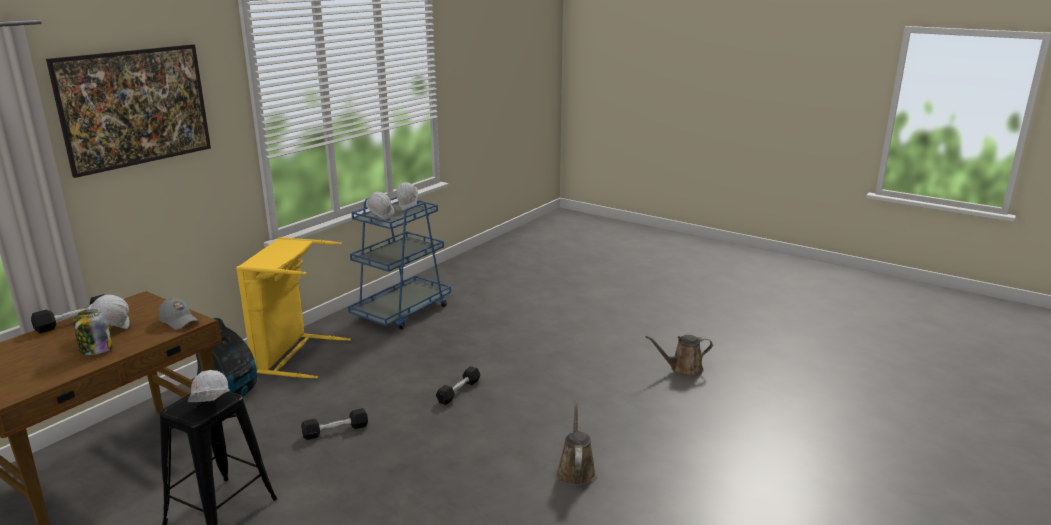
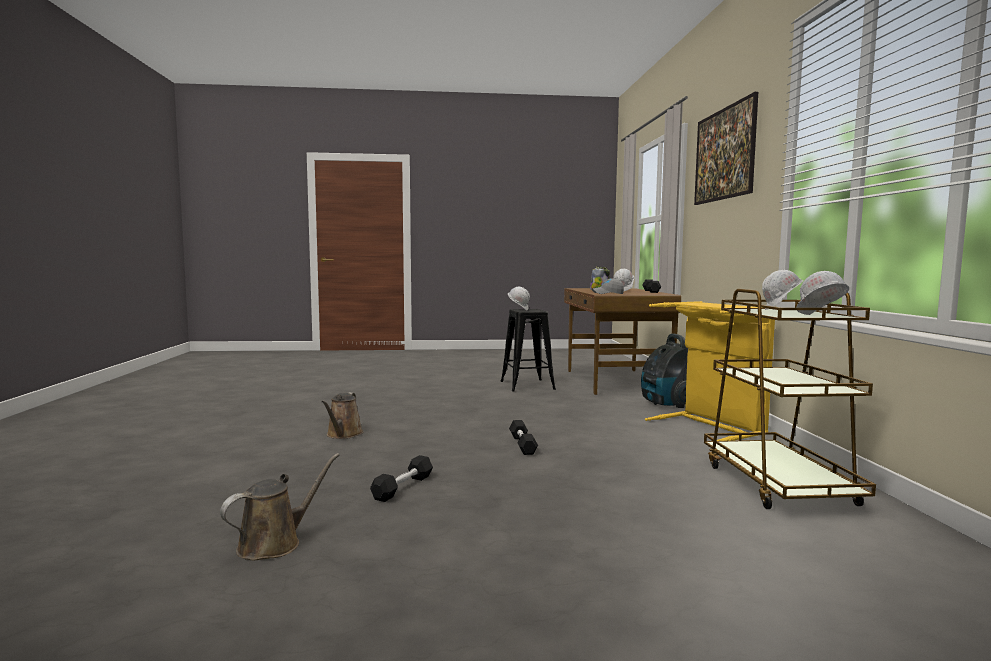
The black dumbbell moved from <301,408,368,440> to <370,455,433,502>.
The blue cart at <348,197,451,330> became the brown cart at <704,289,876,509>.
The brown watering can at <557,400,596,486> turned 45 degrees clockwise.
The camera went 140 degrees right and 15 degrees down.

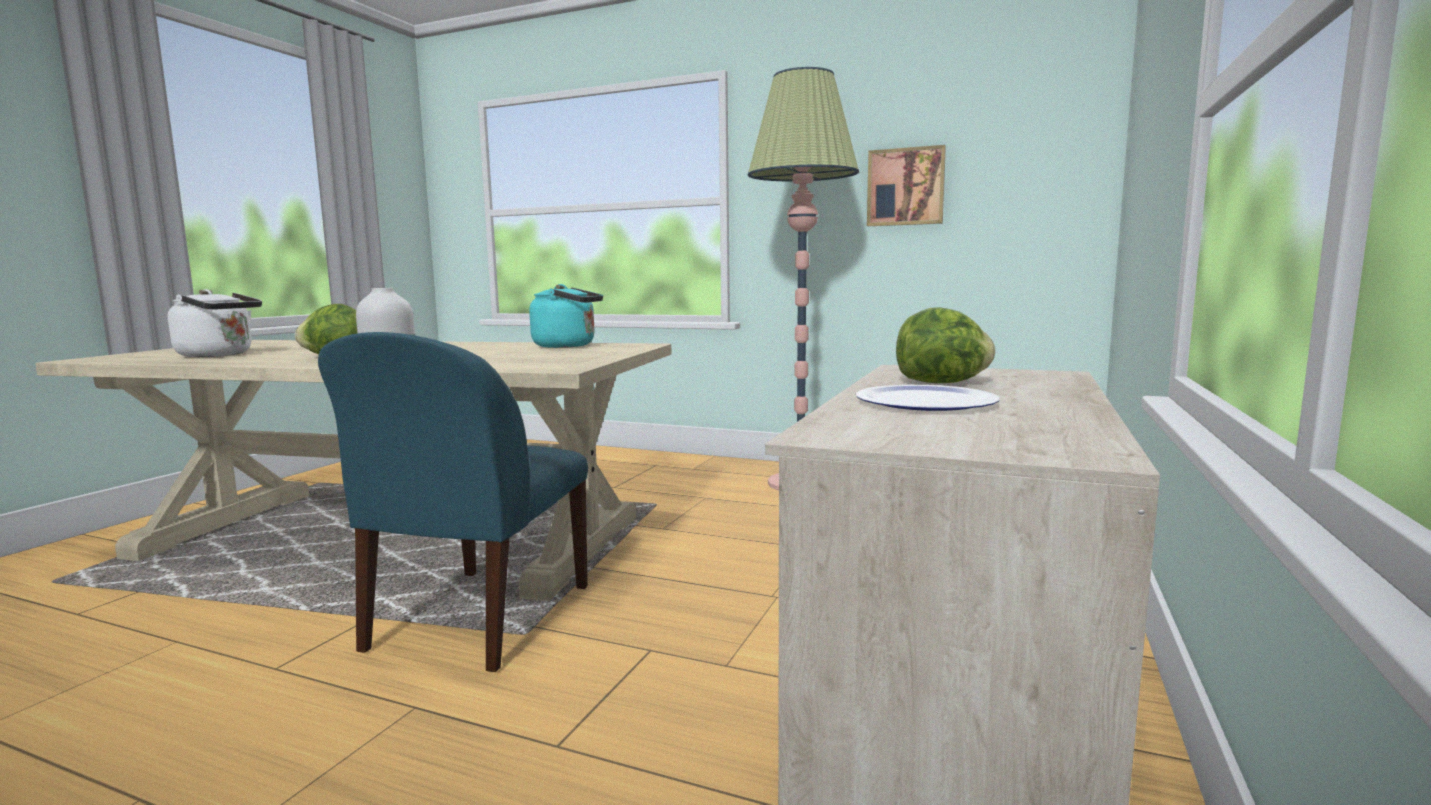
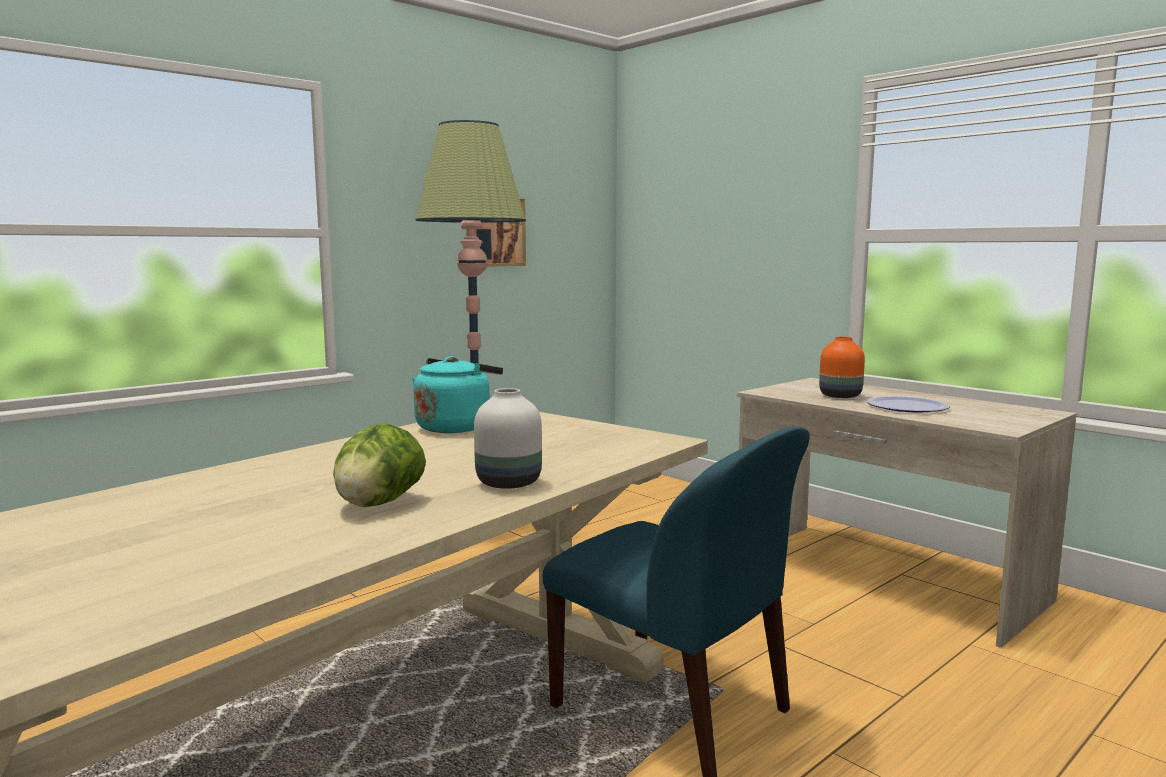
The white kettle at <168,289,262,357> disappeared.
The lettuce at <896,307,995,383> was replaced by the orange vase at <819,336,865,398>.
The camera went 65 degrees left and 0 degrees up.

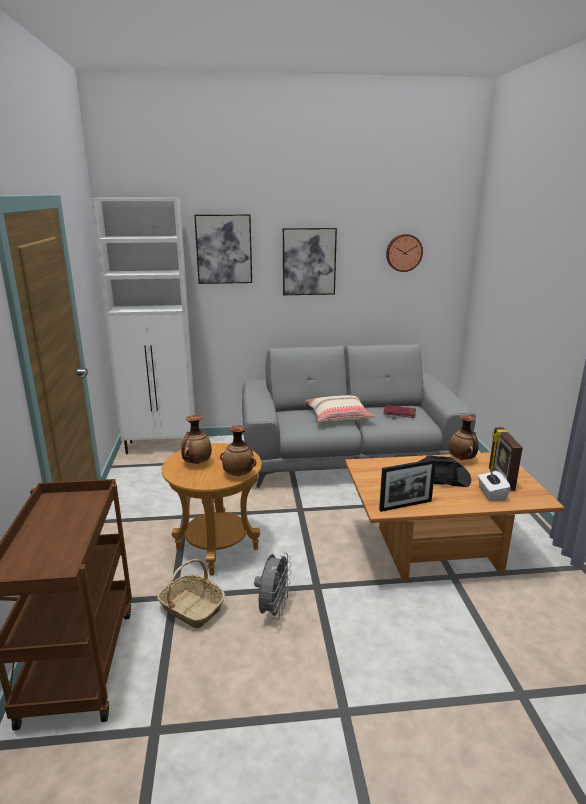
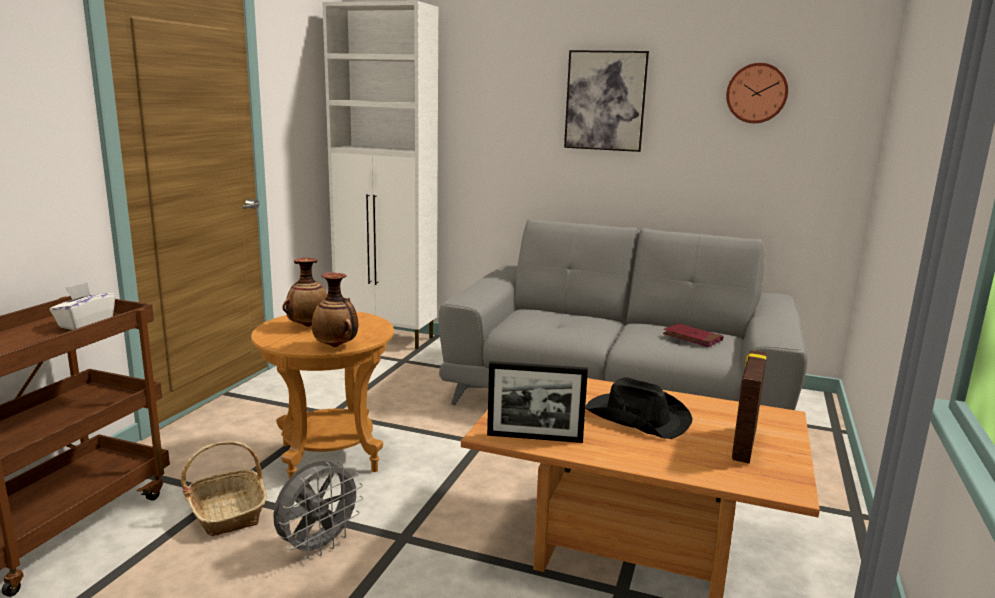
The picture at <194,214,252,284> disappeared.
The beige pillow at <305,395,375,424> disappeared.
The vase at <449,415,478,460> disappeared.
The white tissue box moved from <478,468,511,501> to <49,282,115,330>.
The camera went 25 degrees right and 5 degrees down.

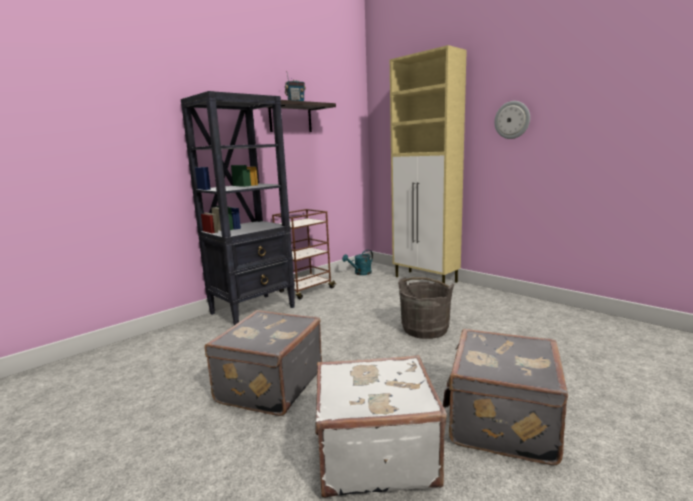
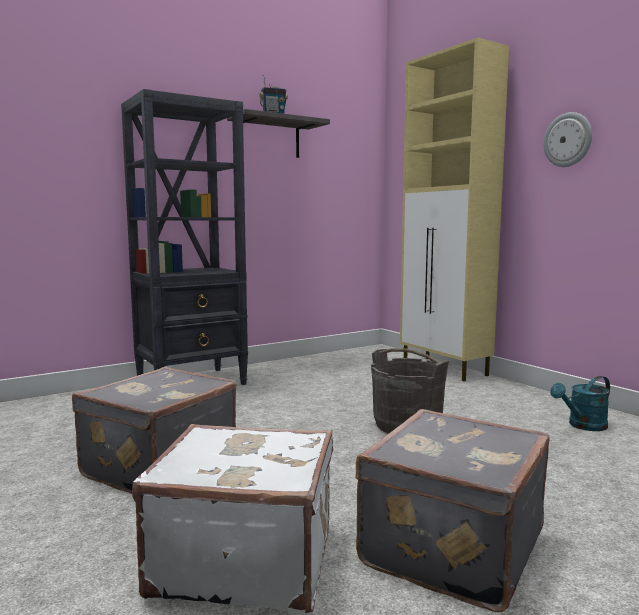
The brown cart at <272,209,336,299> disappeared.
The turquoise watering can moved from <342,250,373,275> to <550,376,610,431>.
The camera went 10 degrees right and 5 degrees down.

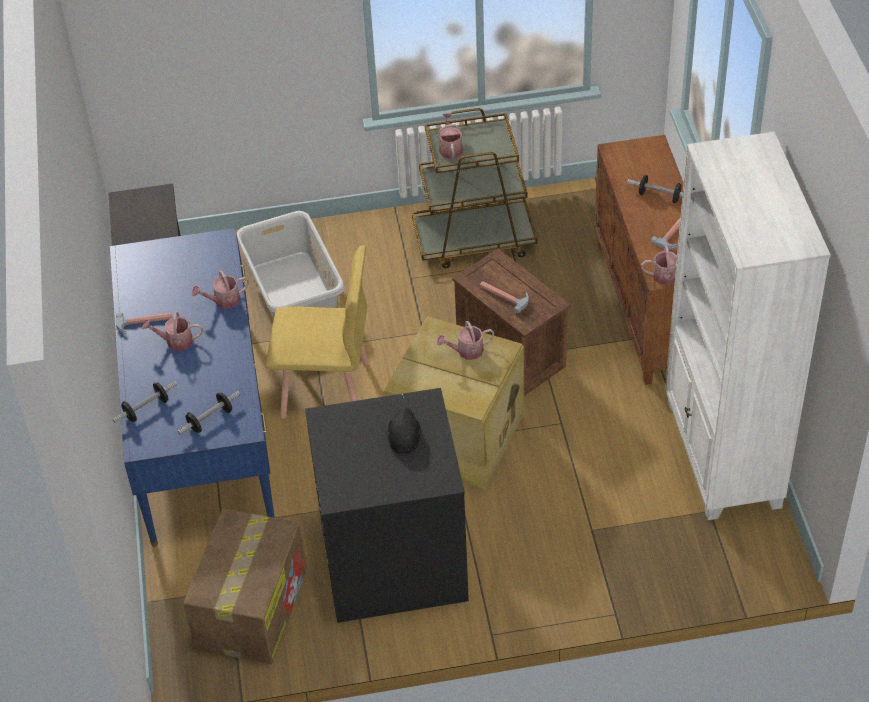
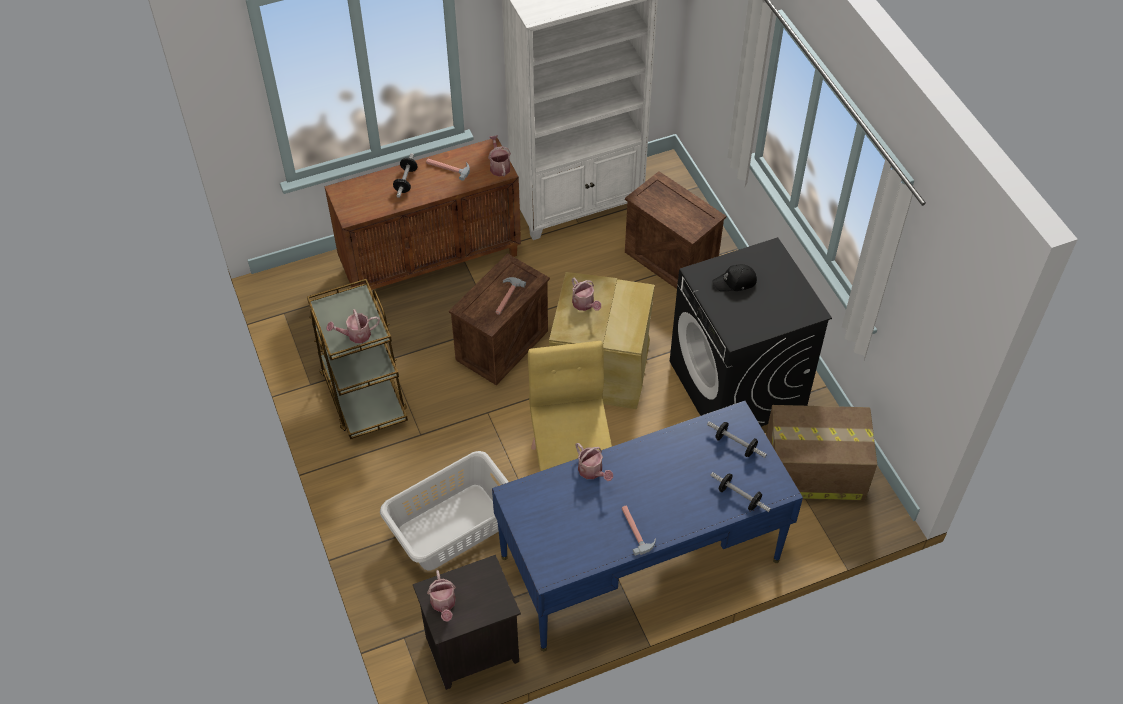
The watering can moved from <142,311,203,351> to <427,570,456,622>.
The crate at <625,171,726,289> appeared.
The camera went 105 degrees left and 5 degrees up.

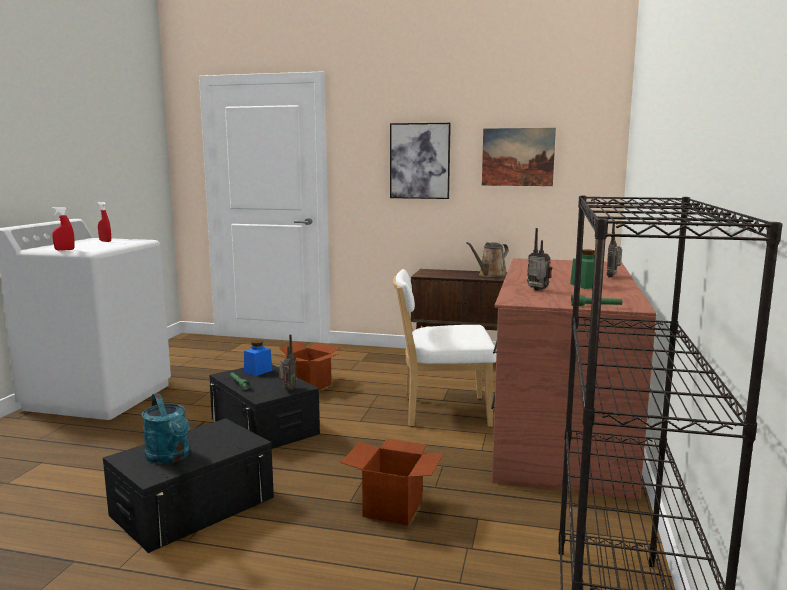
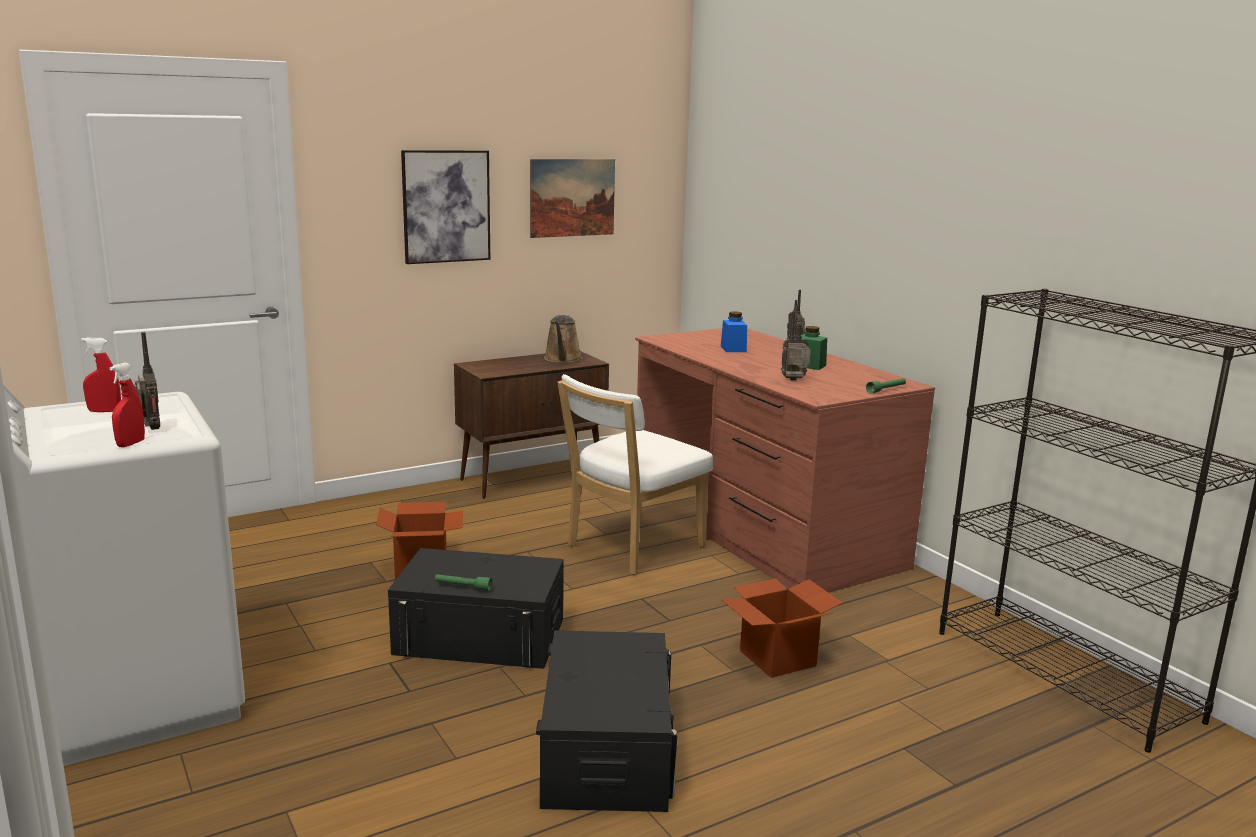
The turquoise watering can at <141,393,189,464> disappeared.
The blue jar moved from <244,340,272,376> to <721,311,747,352>.
The radio moved from <279,334,297,390> to <134,332,160,430>.
The camera went 45 degrees left and 5 degrees up.

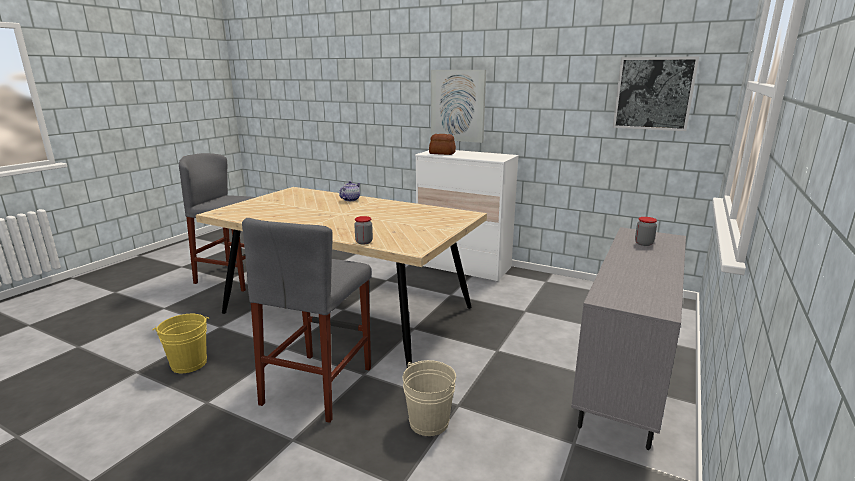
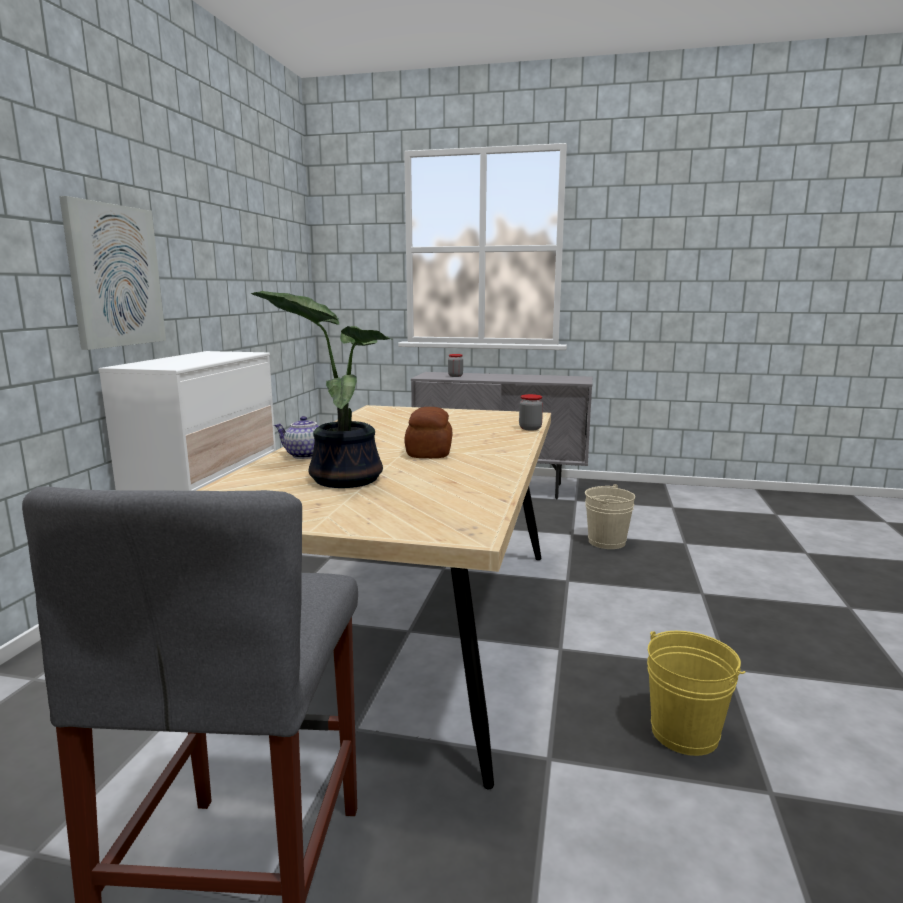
The grey stool at <242,218,371,423> disappeared.
The bread moved from <429,134,456,155> to <404,407,452,458>.
The picture at <613,56,699,131> disappeared.
The potted plant at <251,291,391,488> appeared.
The camera went 105 degrees left and 5 degrees down.

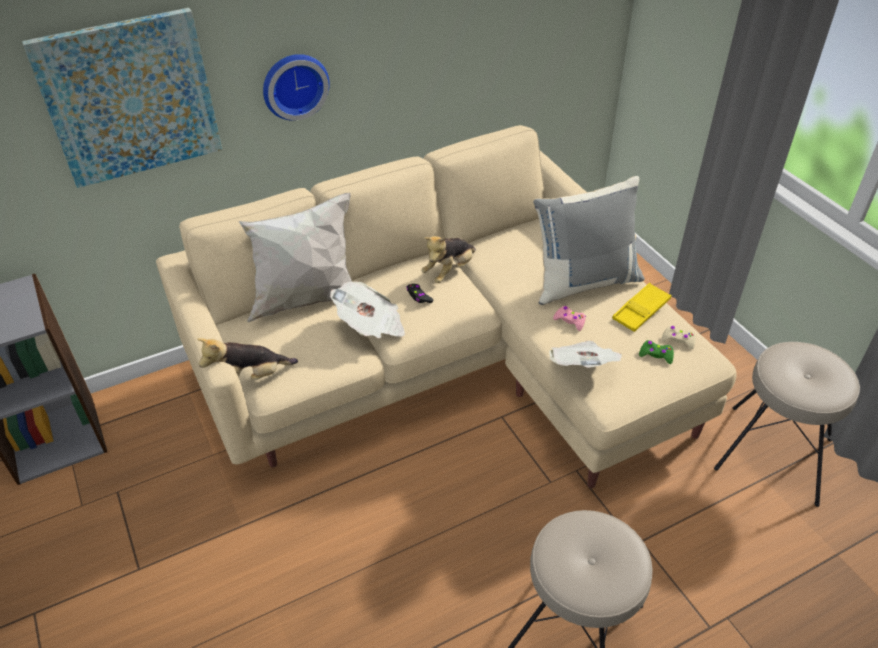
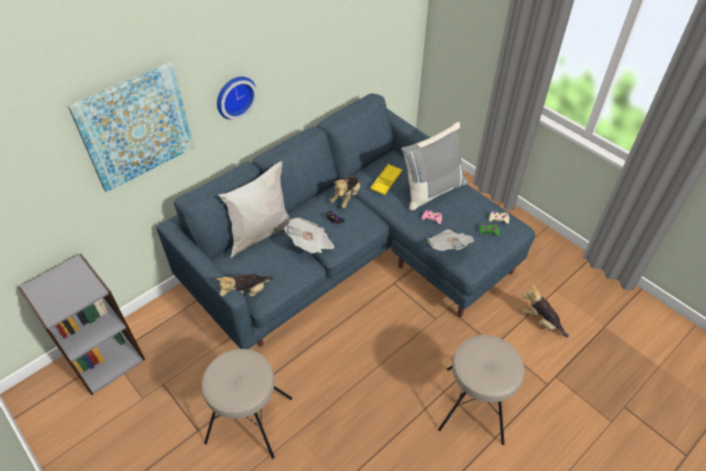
The beige sofa at <156,125,737,488> became the blue sofa at <156,93,535,349>.
The yellow tray moved from <612,283,672,332> to <370,164,402,195>.
The beige stool moved from <714,342,860,507> to <202,349,292,459>.
The plush toy at <522,284,569,337> appeared.
The camera went 15 degrees left and 5 degrees up.

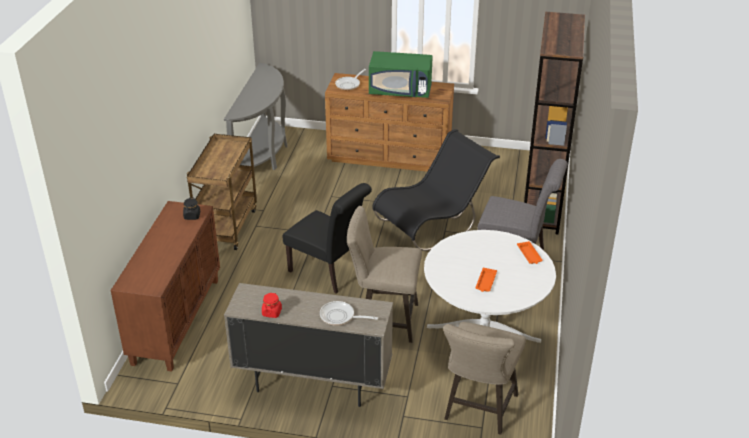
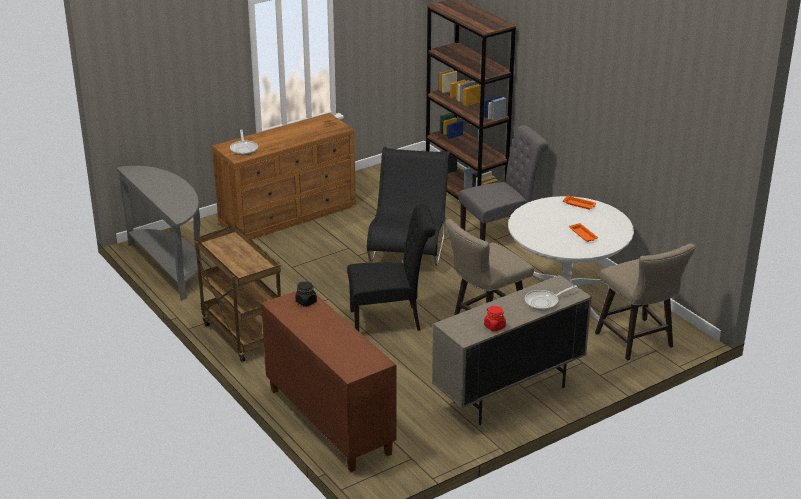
The green microwave at <369,51,433,98> disappeared.
The camera went 45 degrees left and 5 degrees down.

